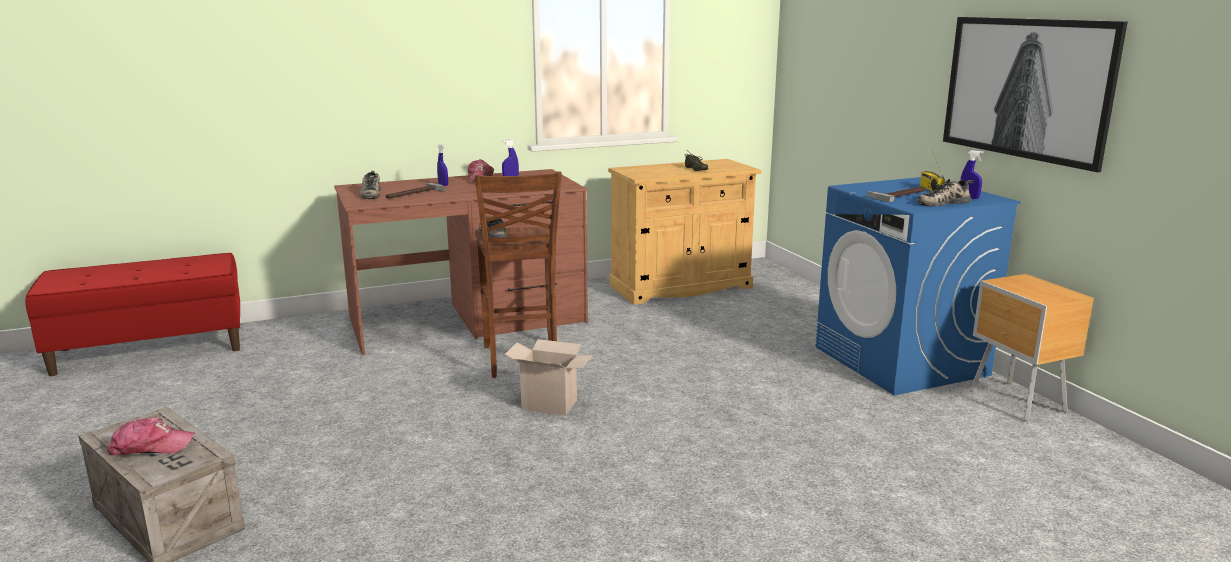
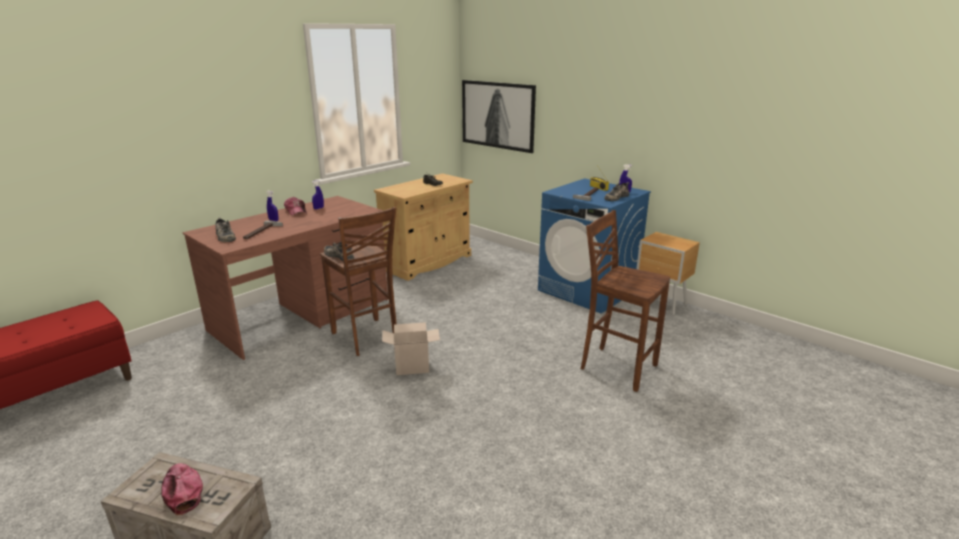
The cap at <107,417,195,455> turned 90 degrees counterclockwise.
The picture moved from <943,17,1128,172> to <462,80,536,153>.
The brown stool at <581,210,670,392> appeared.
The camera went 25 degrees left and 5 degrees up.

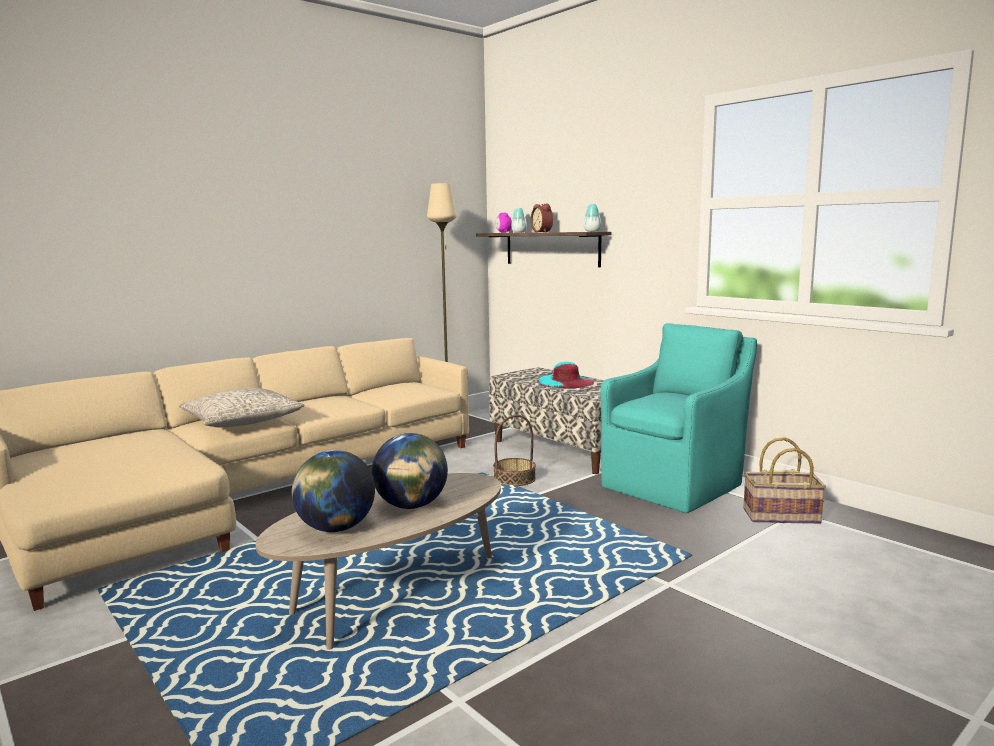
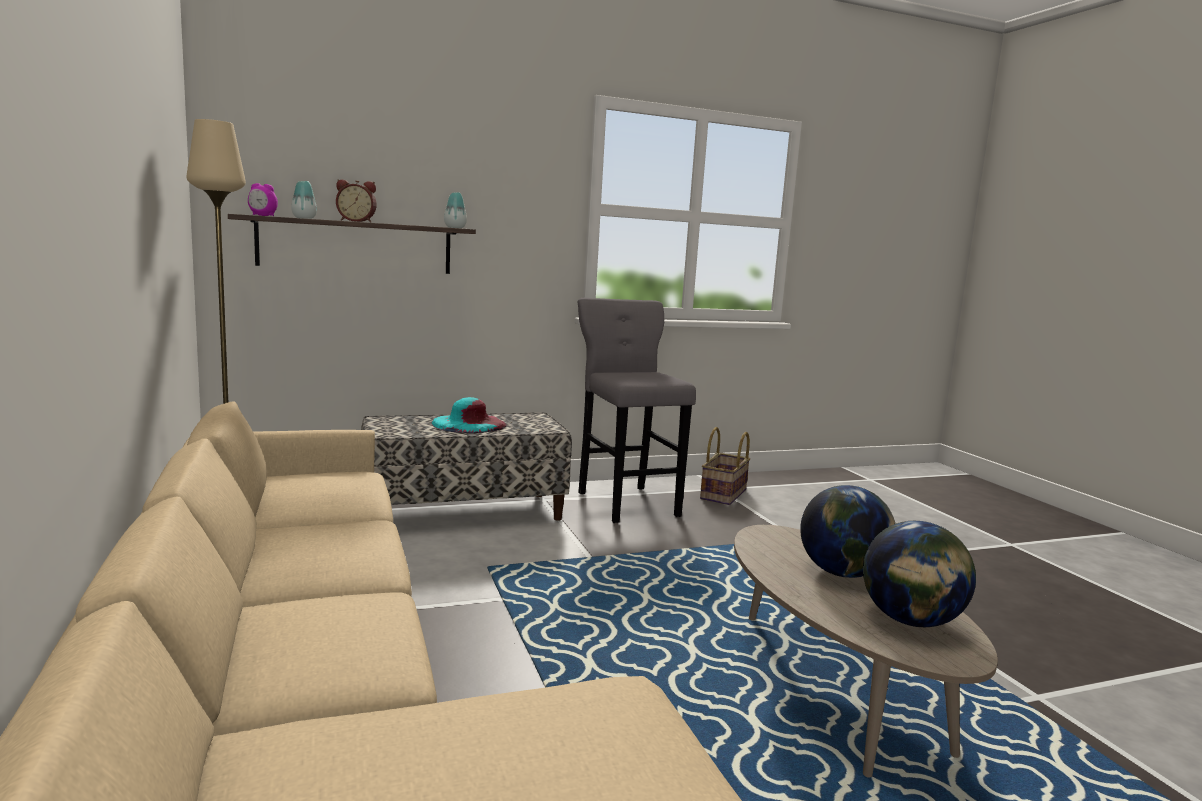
The grey pillow at <179,388,304,428> disappeared.
The basket at <493,415,536,486> disappeared.
The turquoise armchair at <600,323,757,513> was replaced by the grey stool at <577,298,696,523>.
The camera went 70 degrees left and 0 degrees up.

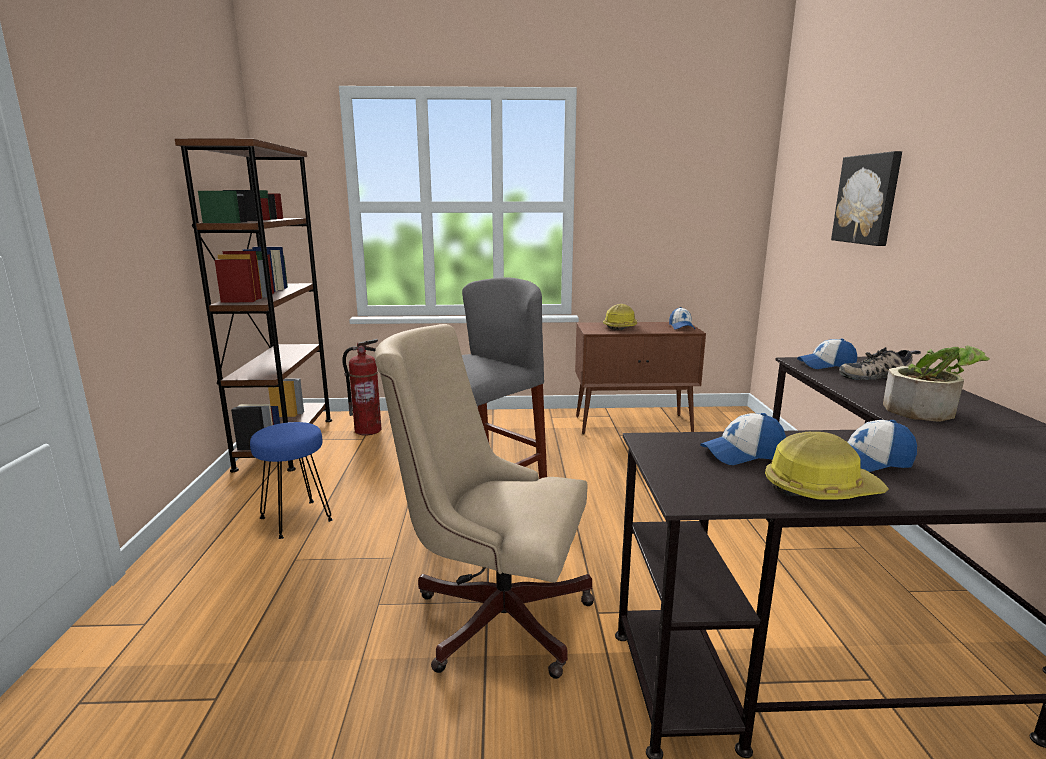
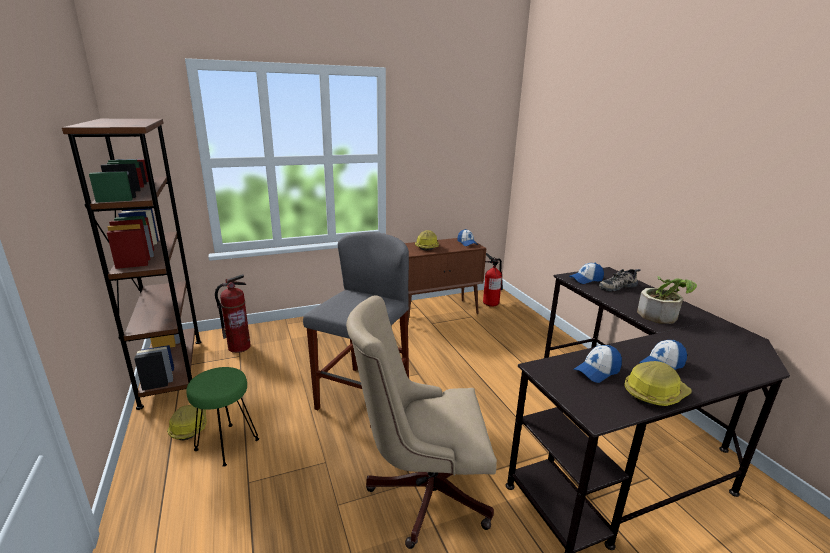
The blue stool at <250,422,333,539> became the green stool at <186,367,259,467>.
The picture at <831,151,902,246> disappeared.
The hard hat at <167,405,207,441> appeared.
The fire extinguisher at <483,253,503,307> appeared.
The camera went 20 degrees left and 5 degrees up.

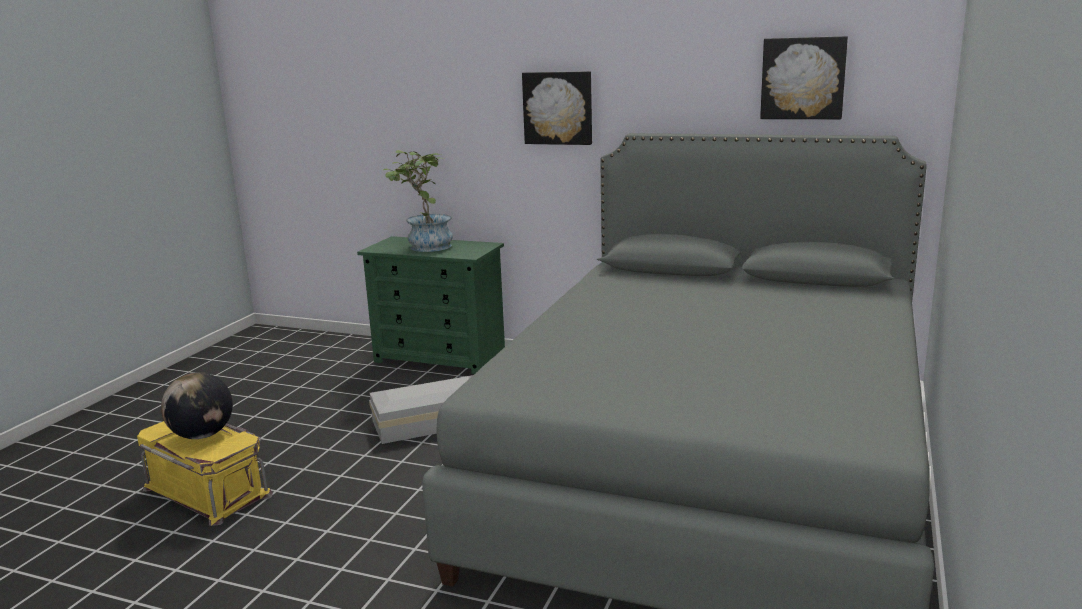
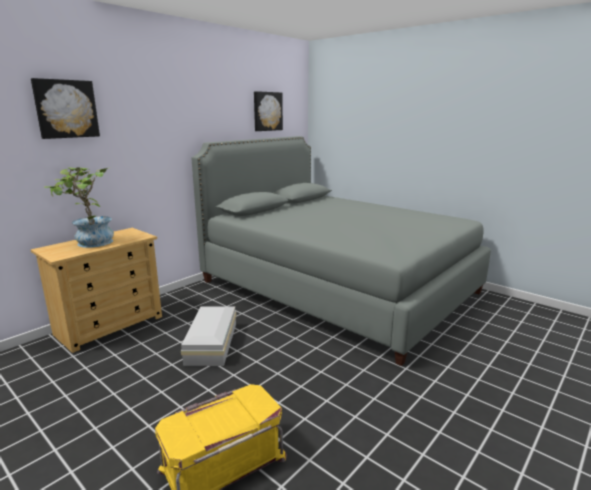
The globe at <161,372,233,439> disappeared.
The green dresser at <357,236,505,374> became the beige dresser at <31,228,162,353>.
The picture moved from <522,71,592,145> to <31,78,100,139>.
The camera went 70 degrees left and 0 degrees up.

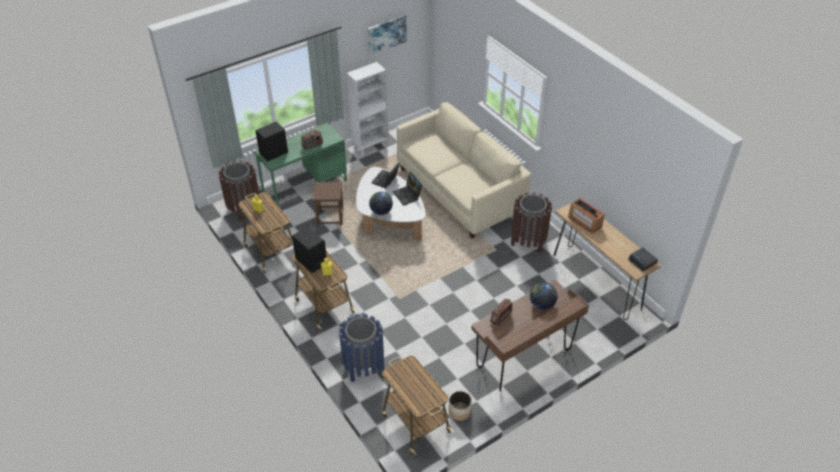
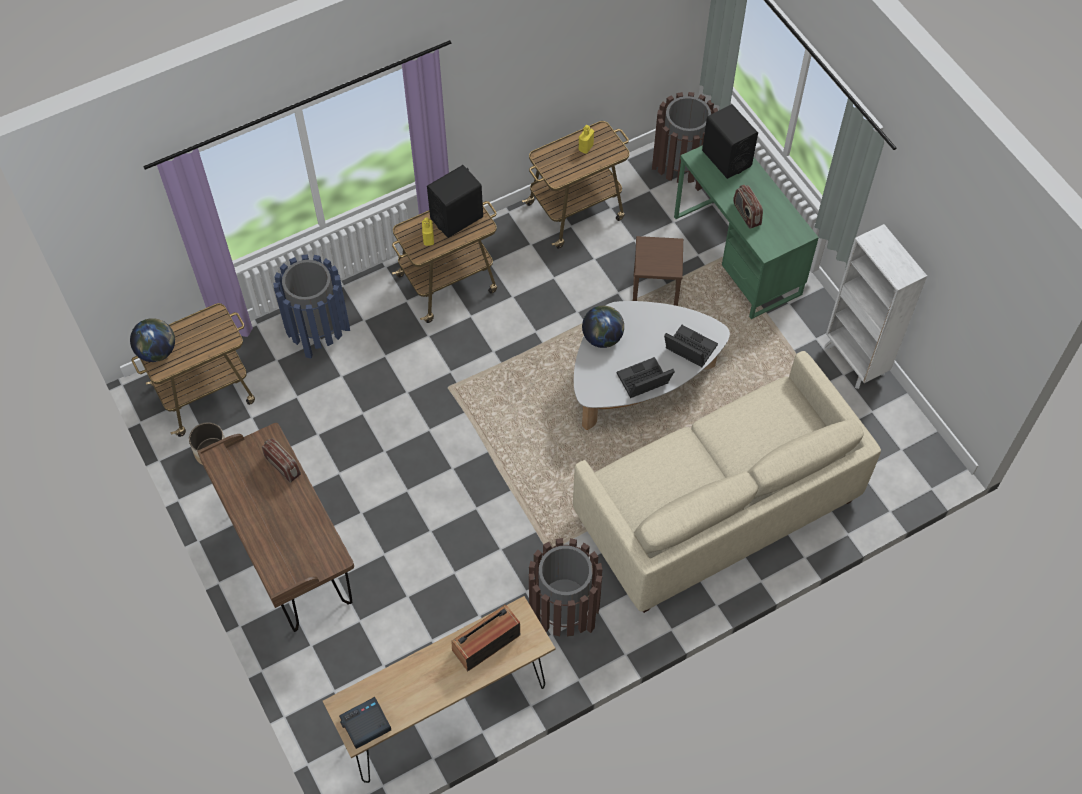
The picture at <368,15,407,55> disappeared.
The globe moved from <530,283,558,310> to <130,318,175,362>.
The camera went 95 degrees right and 15 degrees up.

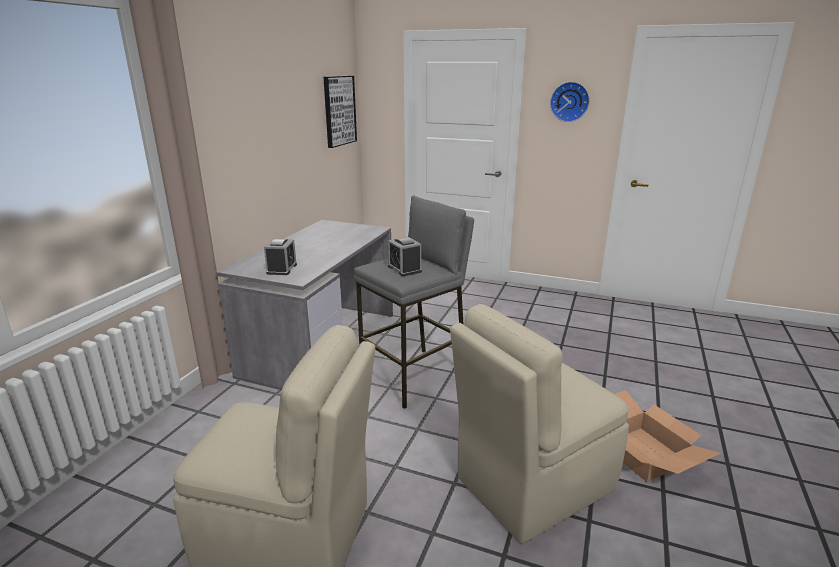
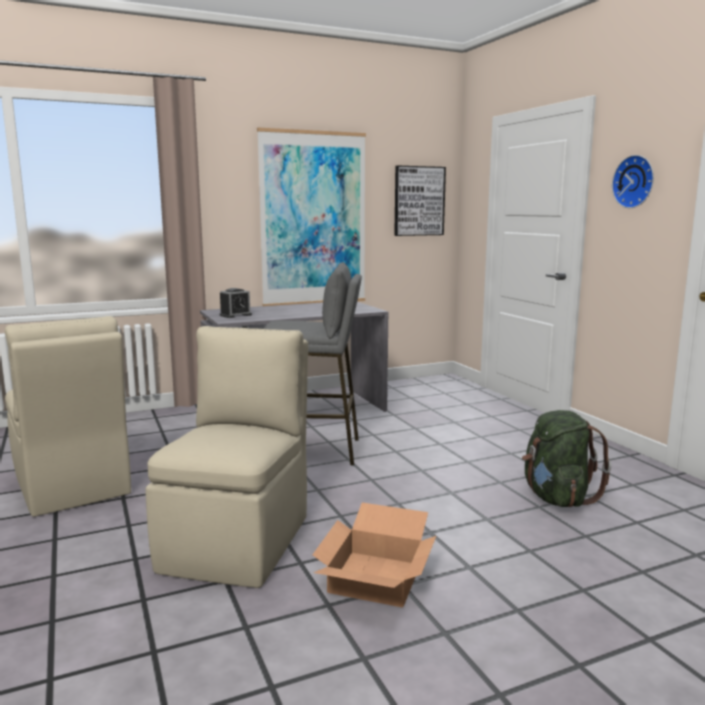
The alarm clock at <388,237,422,276> disappeared.
The beige chair at <450,304,629,544> turned 90 degrees clockwise.
The picture at <257,128,366,306> appeared.
The green backpack at <522,410,611,507> appeared.
The camera went 45 degrees right and 10 degrees down.

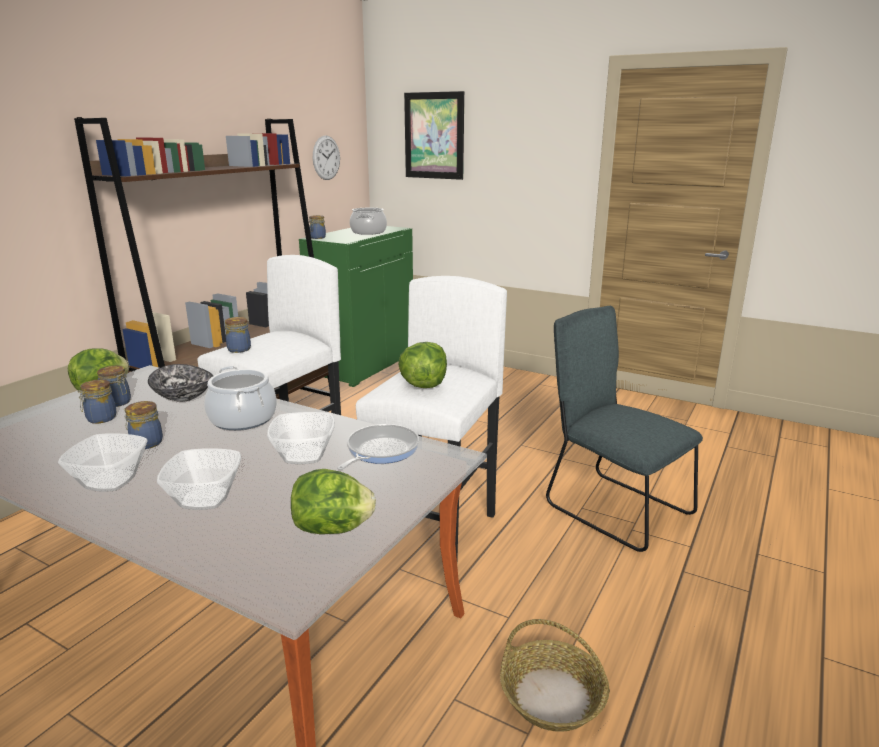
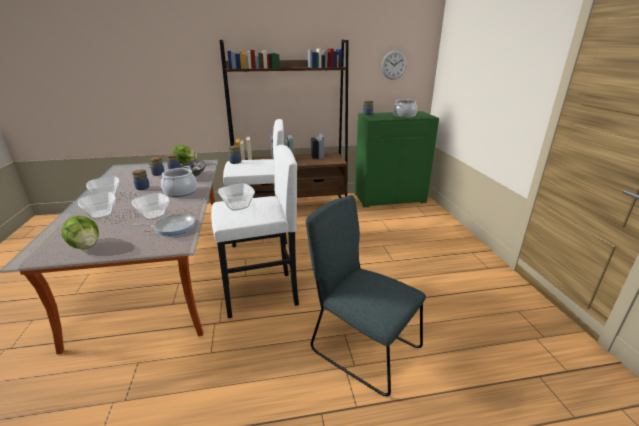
The lettuce at <398,342,447,388> was replaced by the bowl at <218,184,255,211>.
The picture at <404,91,464,180> disappeared.
The basket at <500,619,610,732> disappeared.
The grey chair at <546,306,703,552> turned 60 degrees counterclockwise.
The camera went 50 degrees right and 5 degrees up.

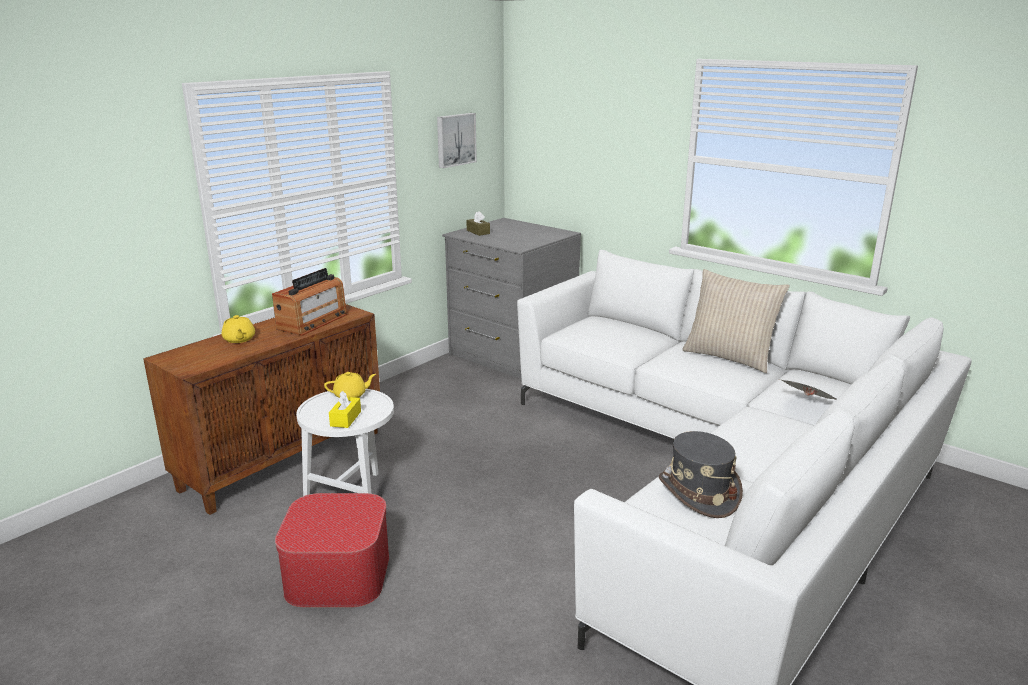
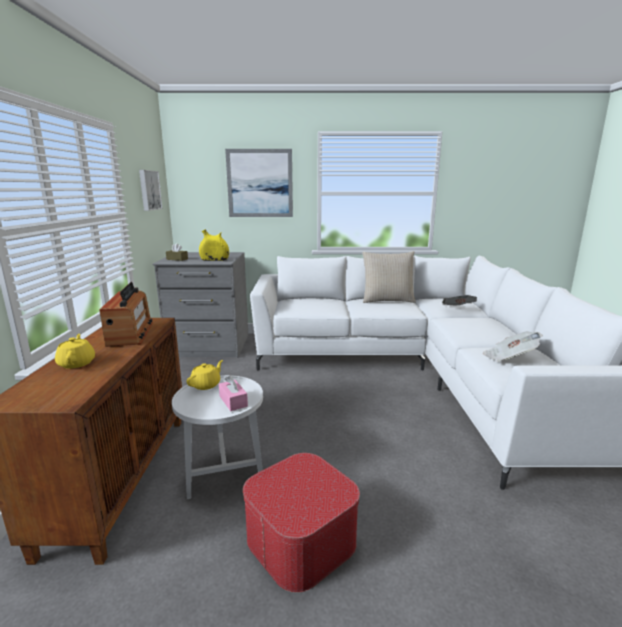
The yellow teapot at <222,315,255,343> turned 135 degrees counterclockwise.
The yellow tissue box at <329,391,361,428> became the pink tissue box at <219,375,248,411>.
The grey hat at <659,431,743,518> was replaced by the newspaper at <483,331,543,362>.
The yellow vase at <199,229,229,261> appeared.
The picture at <225,149,293,217> appeared.
The camera went 40 degrees left and 5 degrees down.

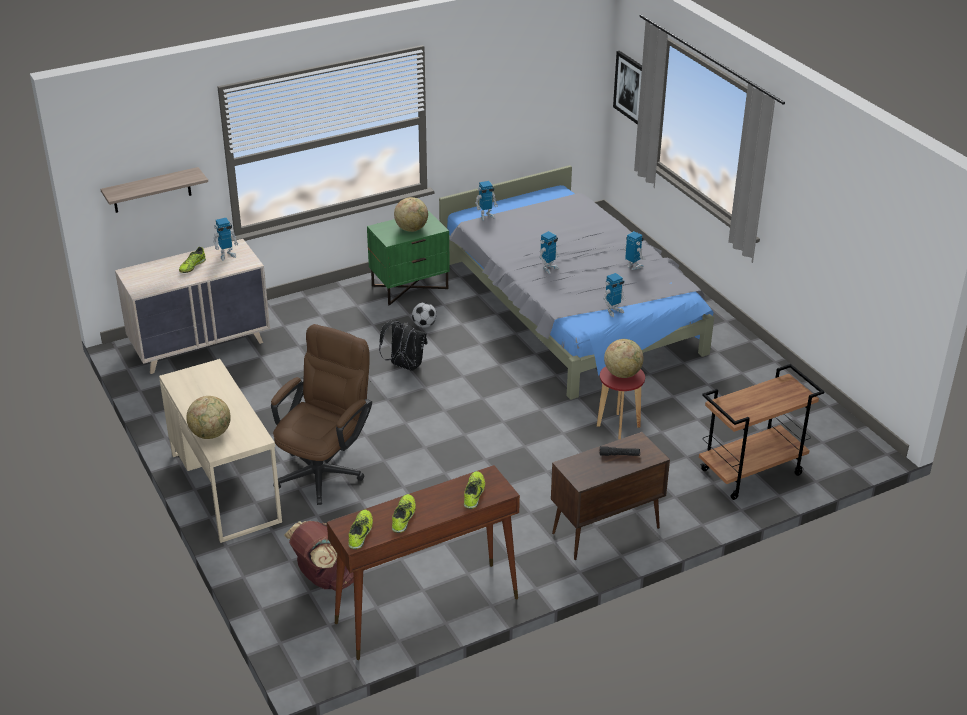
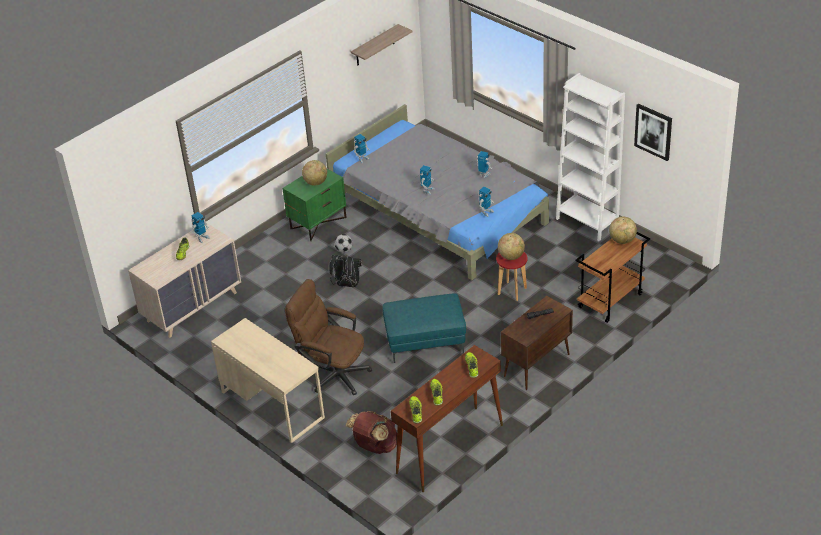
The shelf moved from <100,167,208,213> to <351,24,413,65>.
The globe moved from <186,396,231,439> to <609,217,637,244>.
The brown office chair at <271,324,372,505> turned 75 degrees counterclockwise.
The picture moved from <613,51,642,125> to <634,104,672,161>.
The turquoise ottoman at <382,293,466,363> appeared.
The white bookcase at <556,73,625,241> appeared.
The camera went 15 degrees left and 5 degrees up.

